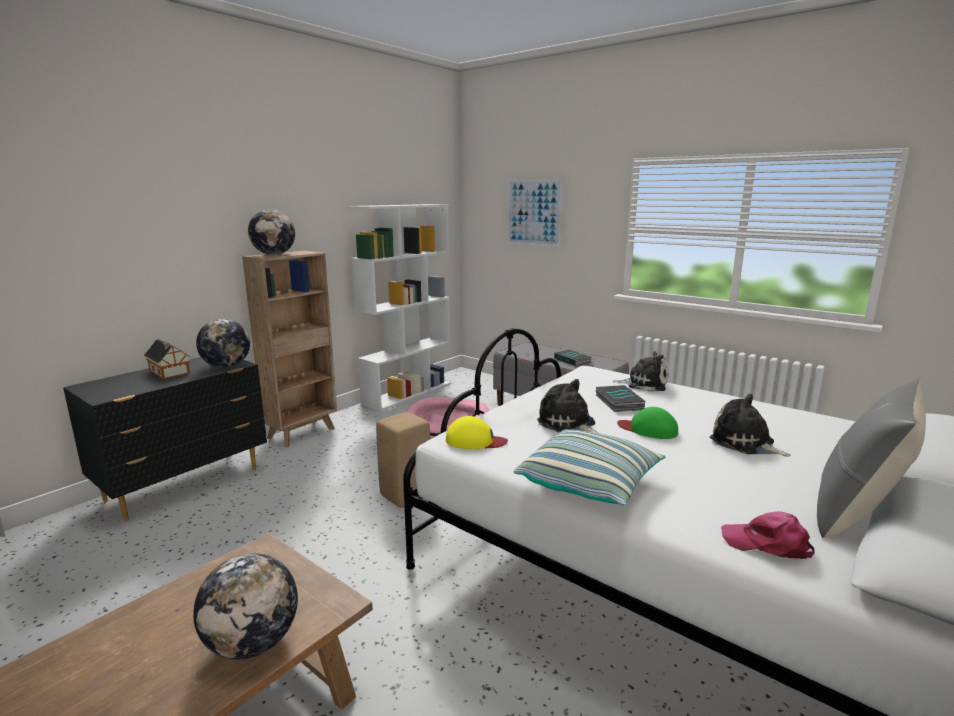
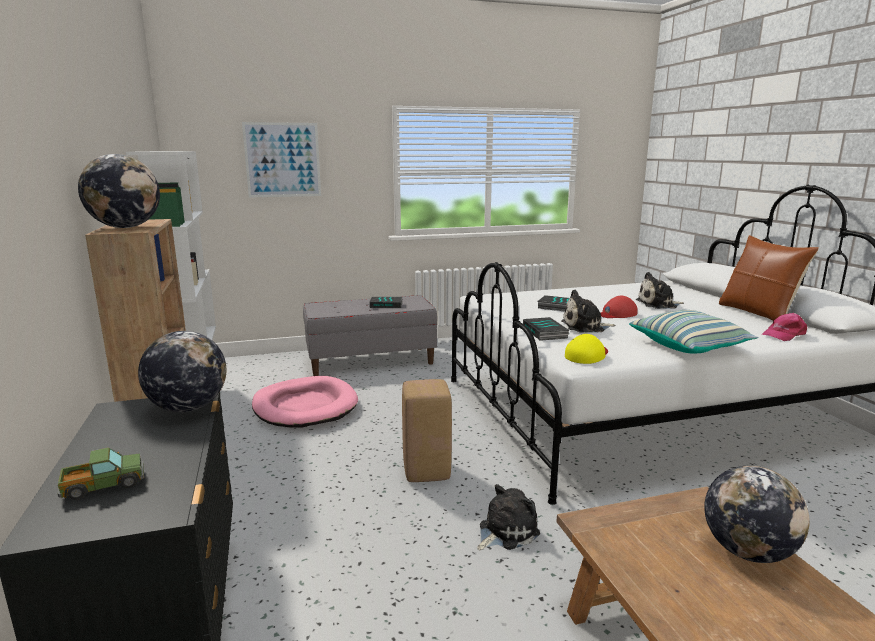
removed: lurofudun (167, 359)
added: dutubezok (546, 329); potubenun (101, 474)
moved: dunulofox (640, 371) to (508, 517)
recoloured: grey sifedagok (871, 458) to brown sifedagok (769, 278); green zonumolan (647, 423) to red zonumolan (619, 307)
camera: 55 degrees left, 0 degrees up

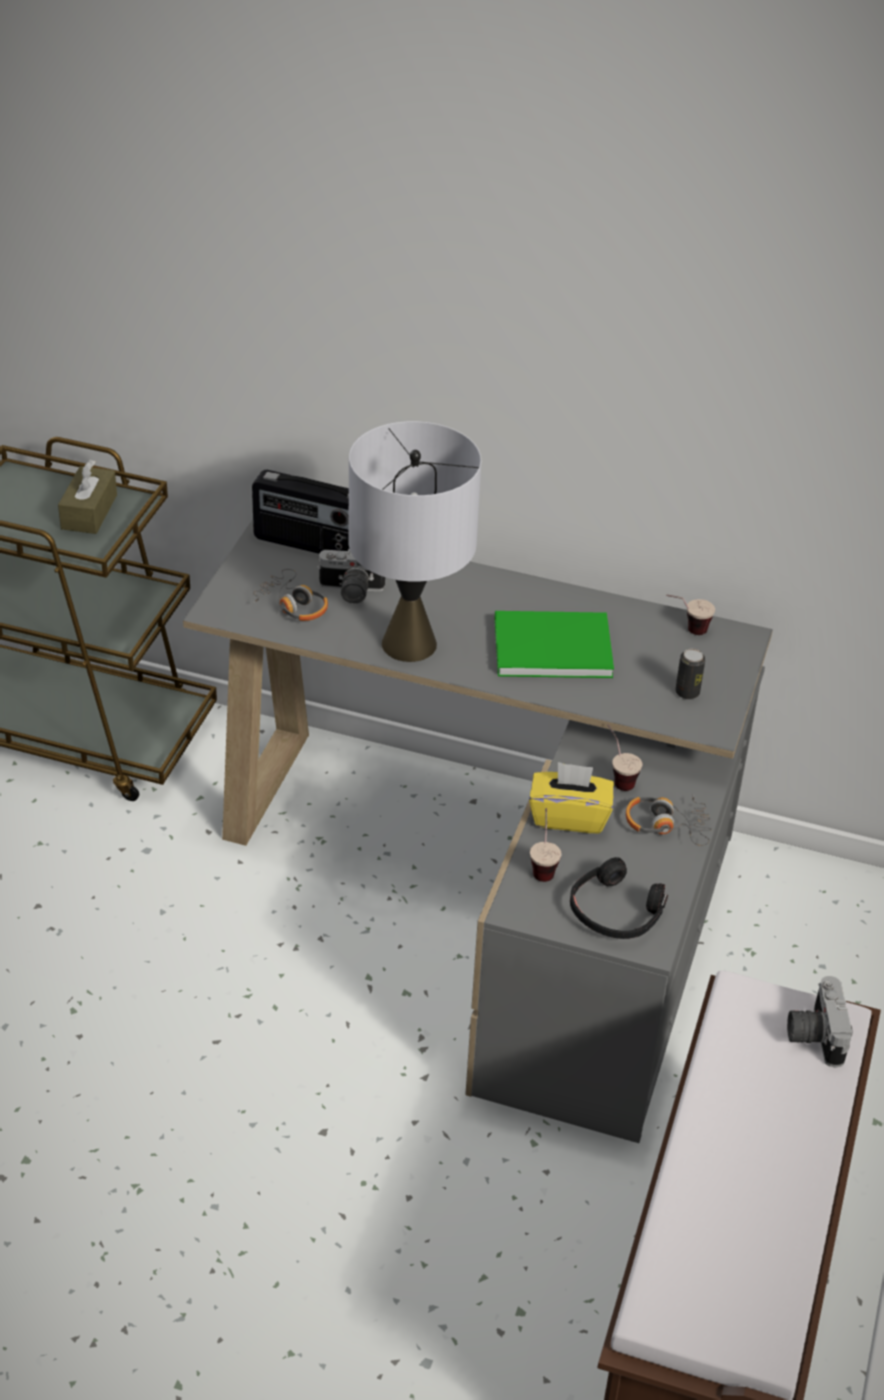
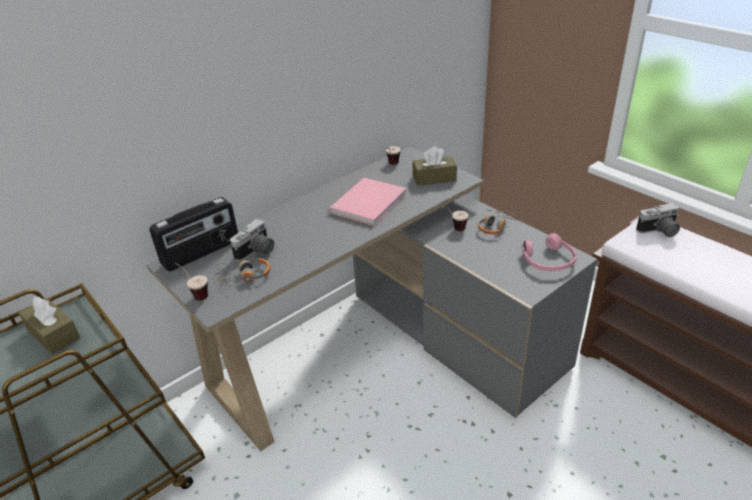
removed: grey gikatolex (415, 541); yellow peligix (571, 797)
moved: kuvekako (546, 845) to (191, 282)
replaced: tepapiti (690, 674) to brown peligix (435, 166)
recoloured: green dutubezok (554, 644) to pink dutubezok (368, 202); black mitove (619, 898) to pink mitove (549, 252)
turned: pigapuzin (819, 1021) = (658, 220) 45 degrees counterclockwise
camera: 55 degrees left, 5 degrees down

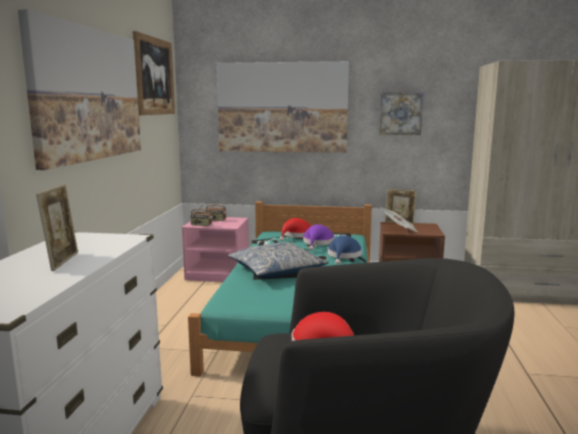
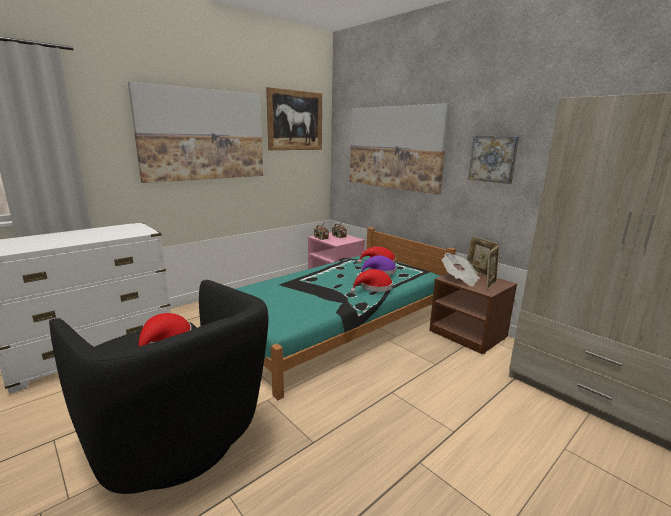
removed: sifedagok (278, 260)
moved: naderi (57, 227) to (492, 268)
recoloured: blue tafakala (344, 249) to red tafakala (372, 281)
camera: 40 degrees right, 5 degrees up

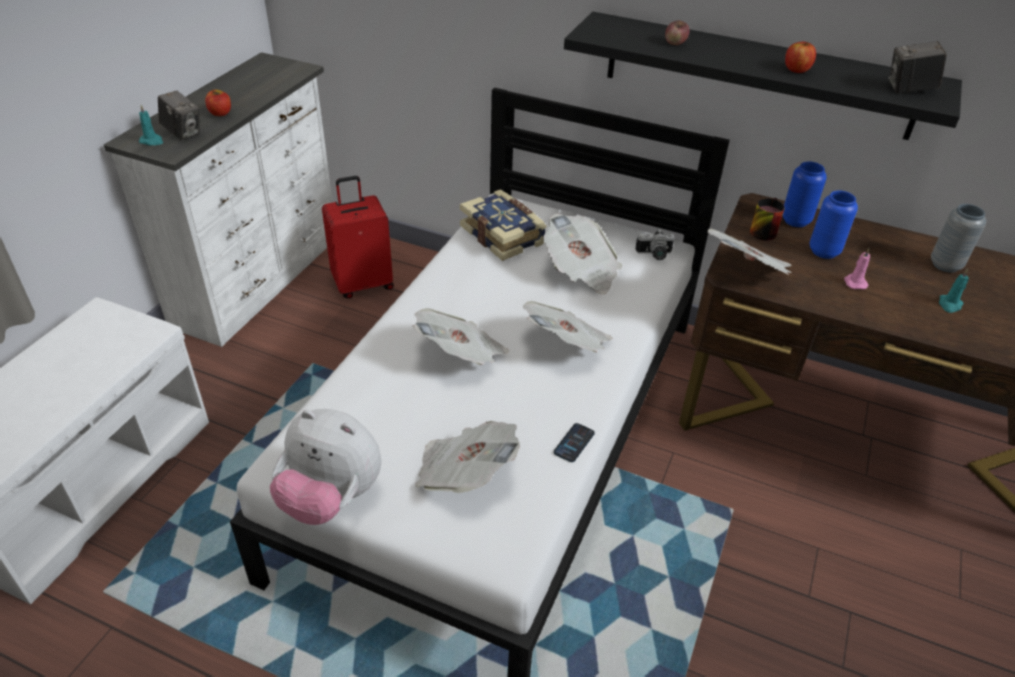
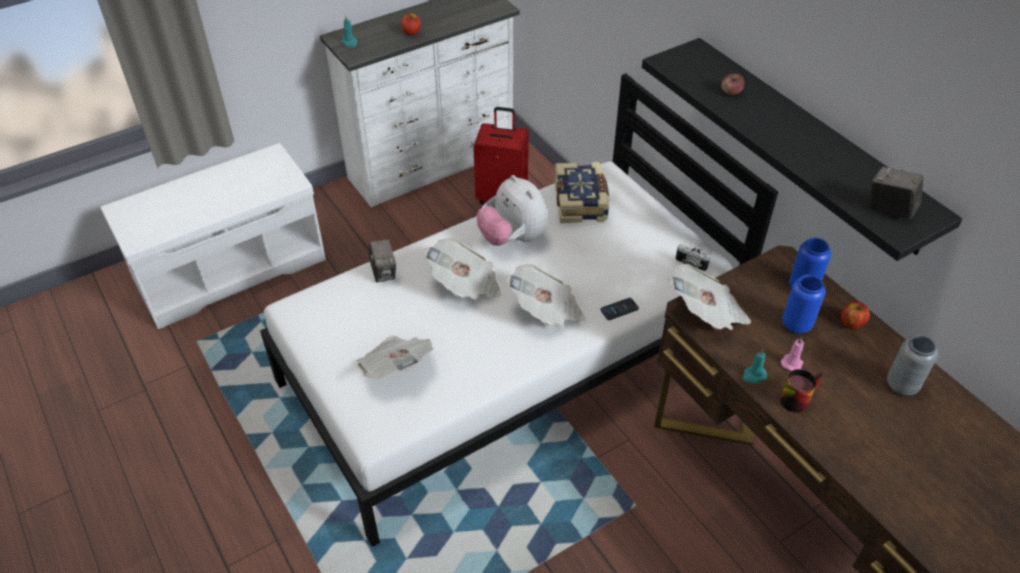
removed: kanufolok (582, 253)
moved: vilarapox (800, 57) to (855, 315); pigapuzin (179, 115) to (382, 260); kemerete (767, 219) to (801, 391); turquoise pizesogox (954, 291) to (754, 366); dunulofox (325, 467) to (512, 210); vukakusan (574, 442) to (619, 309)
camera: 35 degrees right, 5 degrees up

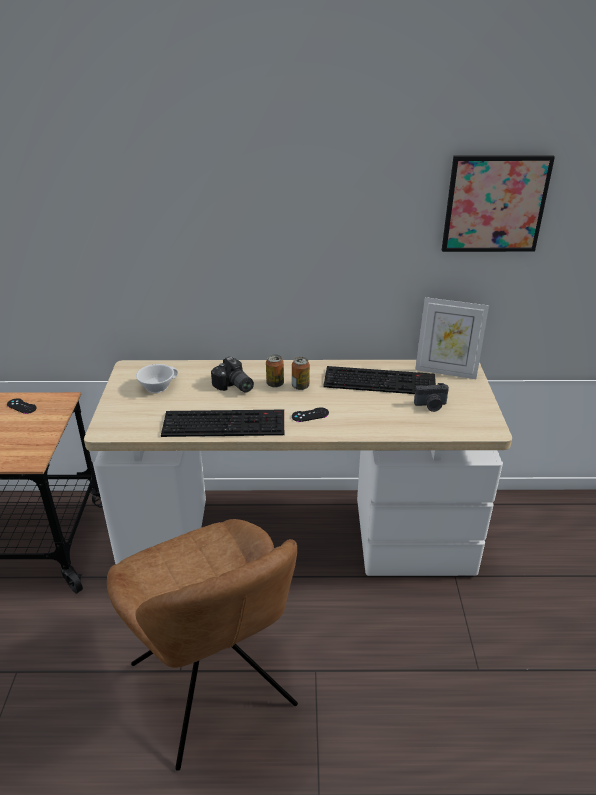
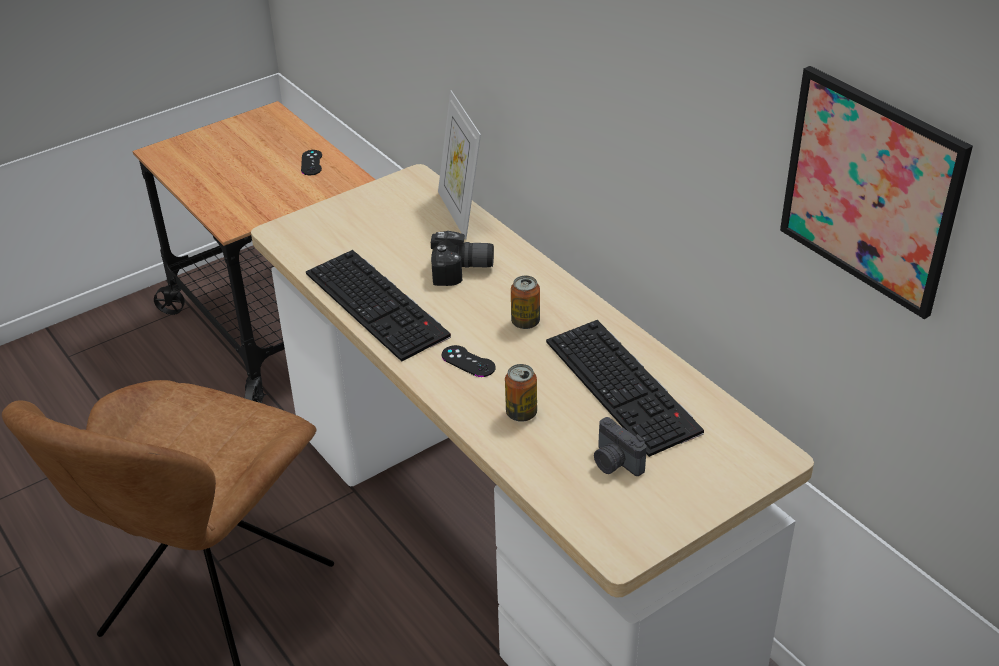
removed: white kuvekako (157, 378)
moved: naderi (452, 338) to (459, 165); tepapiti (275, 371) to (521, 393)
turned: pigapuzin (232, 374) = (462, 258) 105 degrees counterclockwise
camera: 55 degrees right, 5 degrees up

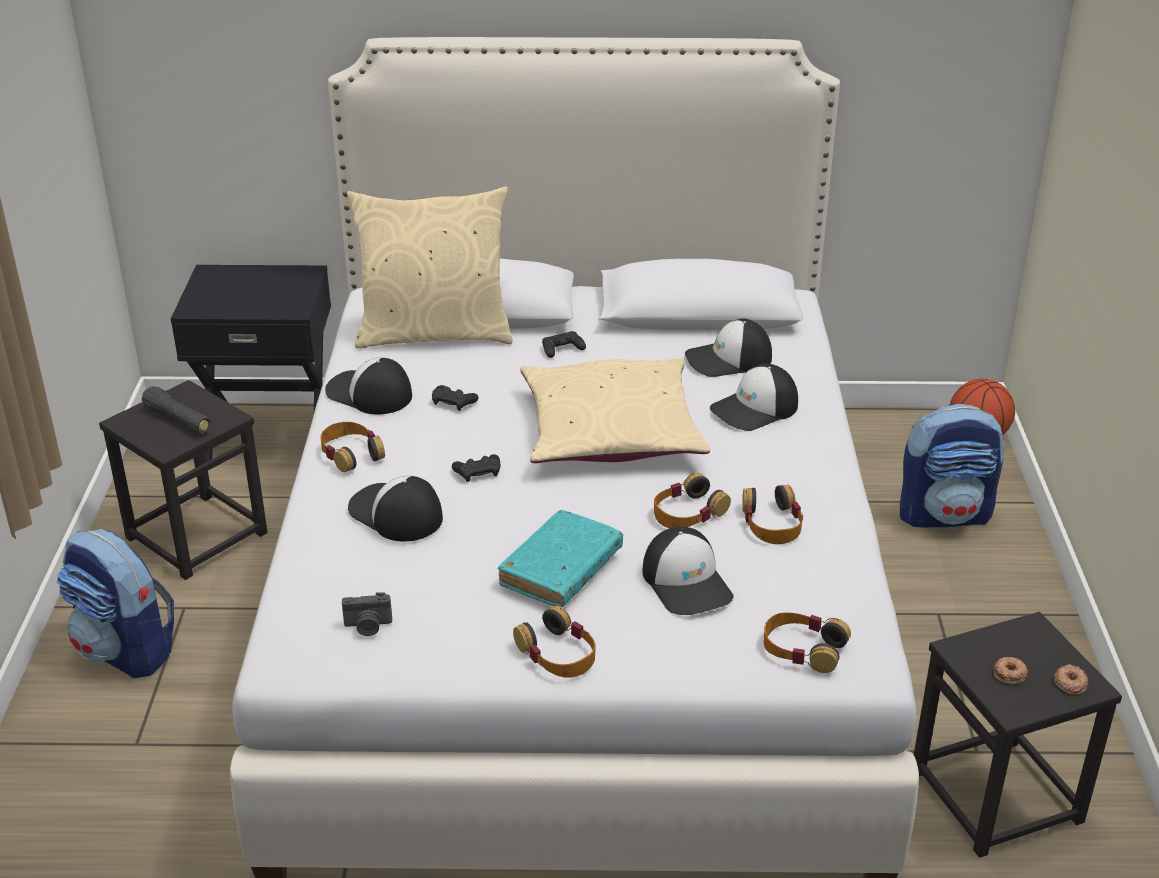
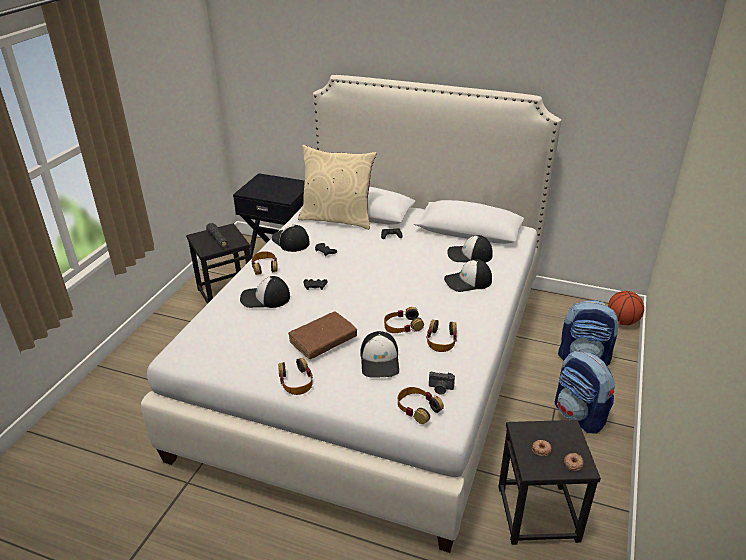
removed: beige sifedagok (615, 410)
moved: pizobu (115, 603) to (585, 392); pigapuzin (367, 614) to (442, 383)
recoloured: turquoise dutubezok (560, 558) to brown dutubezok (322, 335)
turned: zonumolan (395, 508) = (265, 292) 60 degrees counterclockwise
camera: 20 degrees right, 0 degrees up

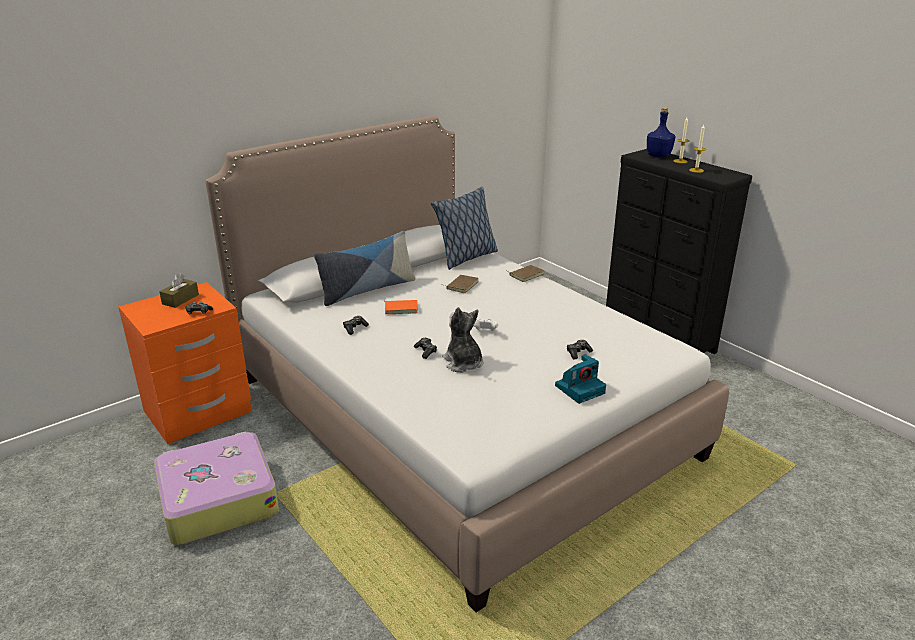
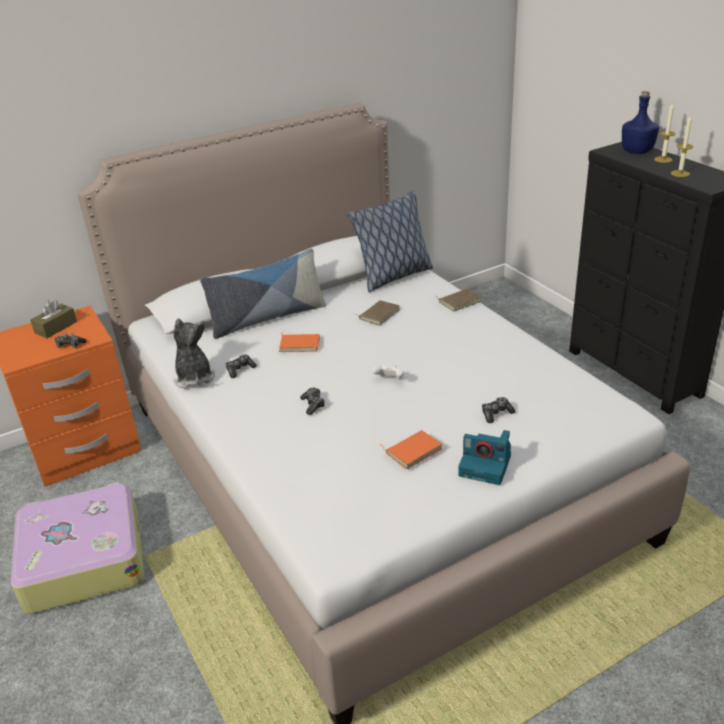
added: orange dutubezok (411, 449)
moved: dunulofox (463, 340) to (194, 353)
turned: pigapuzin (580, 379) = (484, 457) 45 degrees clockwise
camera: 10 degrees right, 5 degrees up

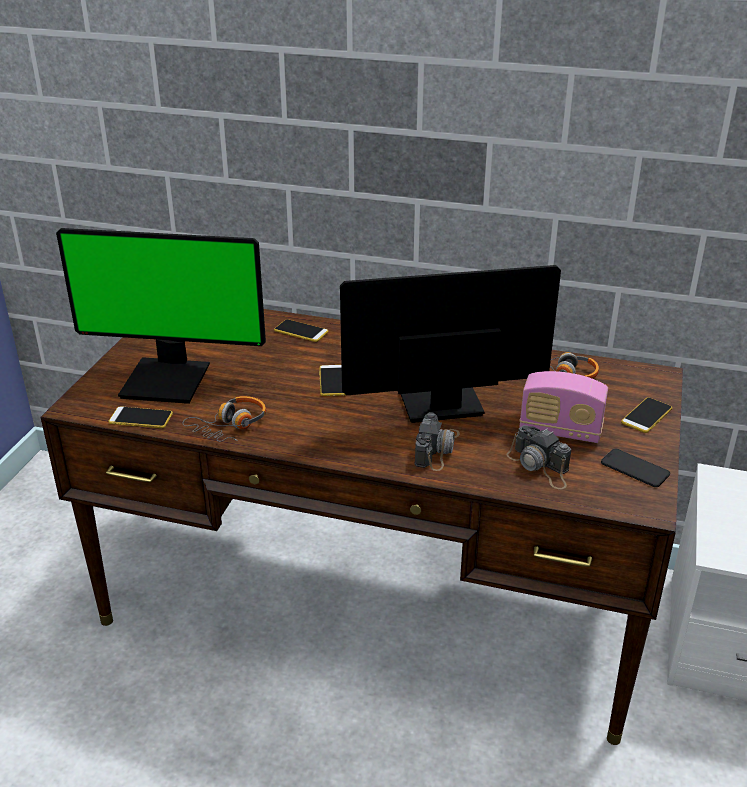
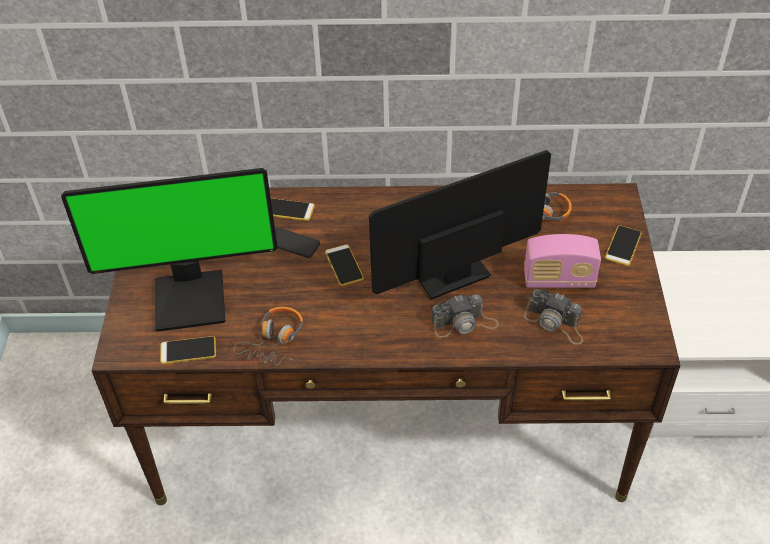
moved: vukakusan (635, 468) to (297, 243)
turned: pigapuzin (437, 441) = (465, 315) 75 degrees clockwise
camera: 15 degrees left, 15 degrees up

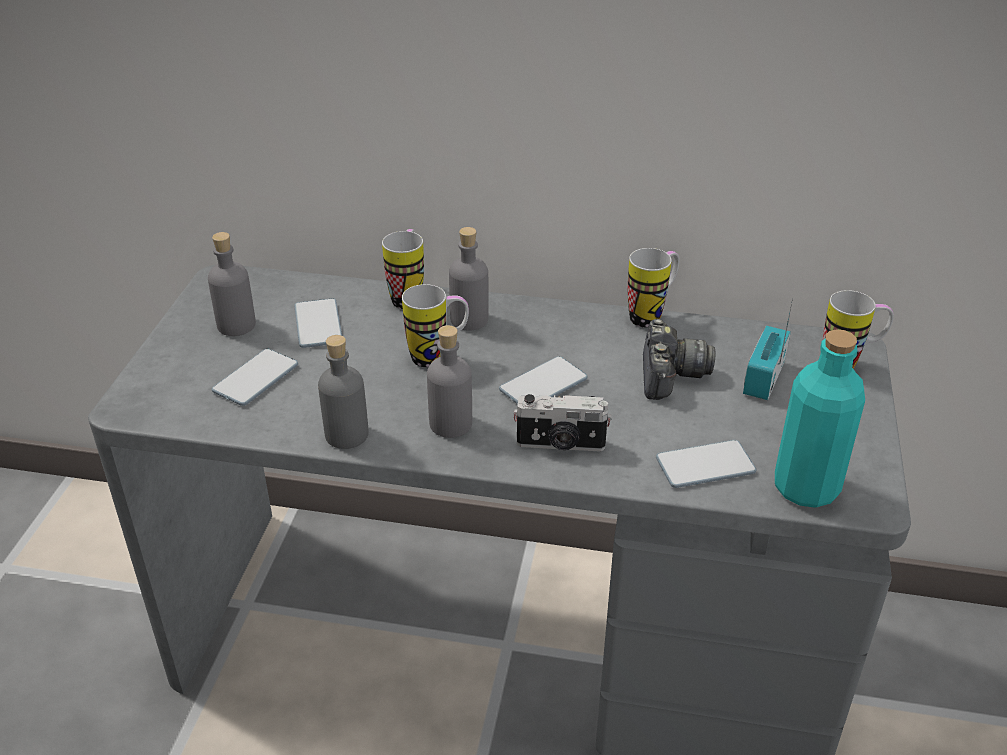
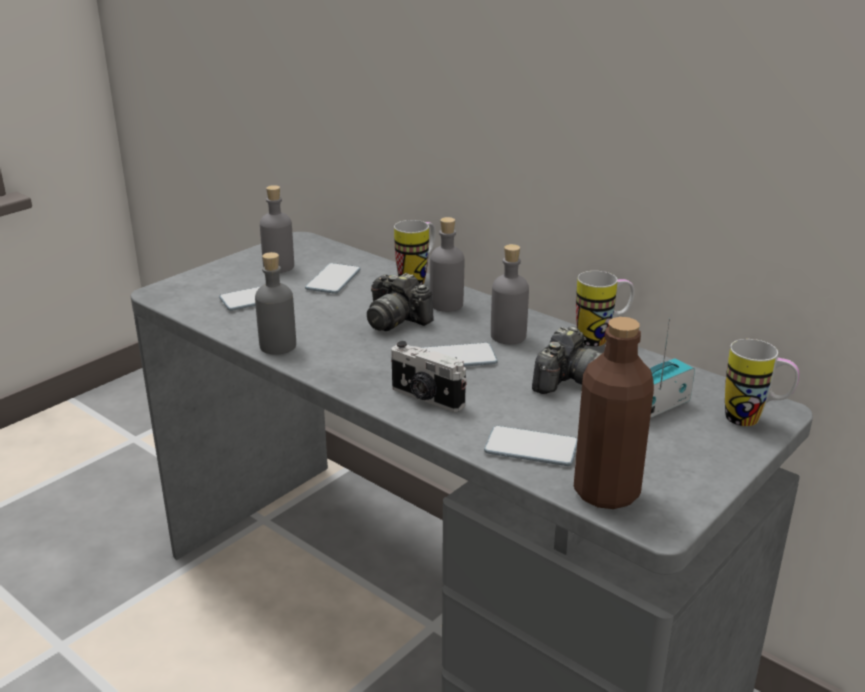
moved: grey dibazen (449, 381) to (510, 294)
replaced: kemerete (435, 325) to pigapuzin (400, 302)
recoloured: turquoise dibazen (820, 418) to brown dibazen (614, 413)
camera: 30 degrees right, 10 degrees down

